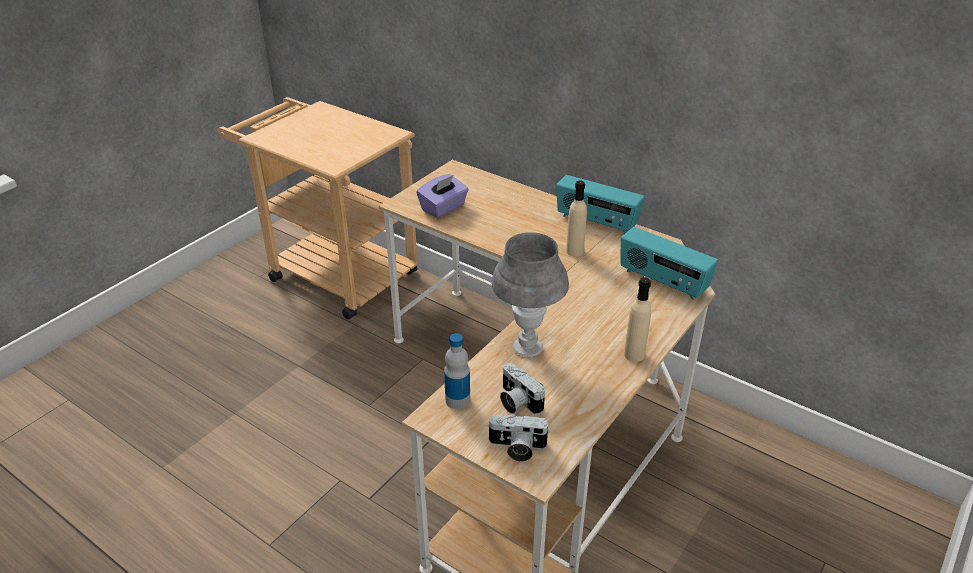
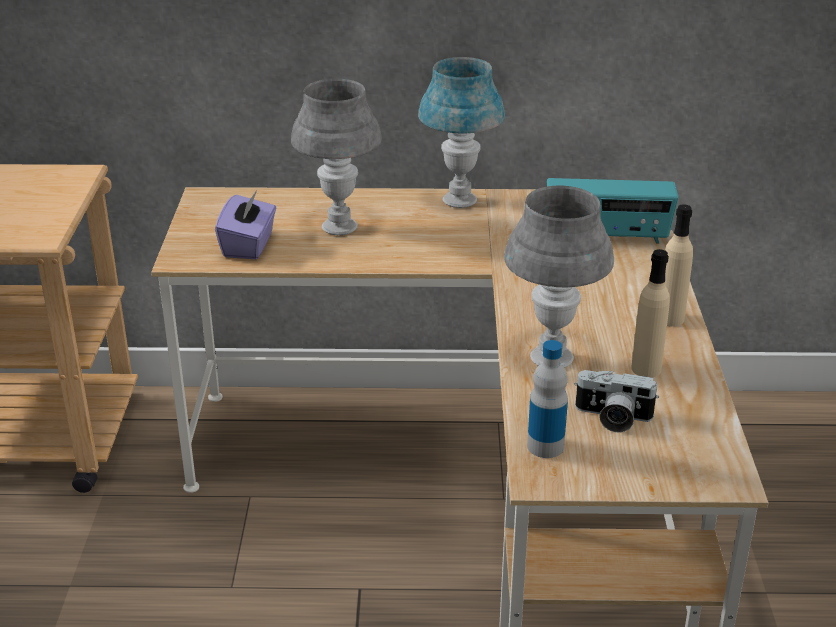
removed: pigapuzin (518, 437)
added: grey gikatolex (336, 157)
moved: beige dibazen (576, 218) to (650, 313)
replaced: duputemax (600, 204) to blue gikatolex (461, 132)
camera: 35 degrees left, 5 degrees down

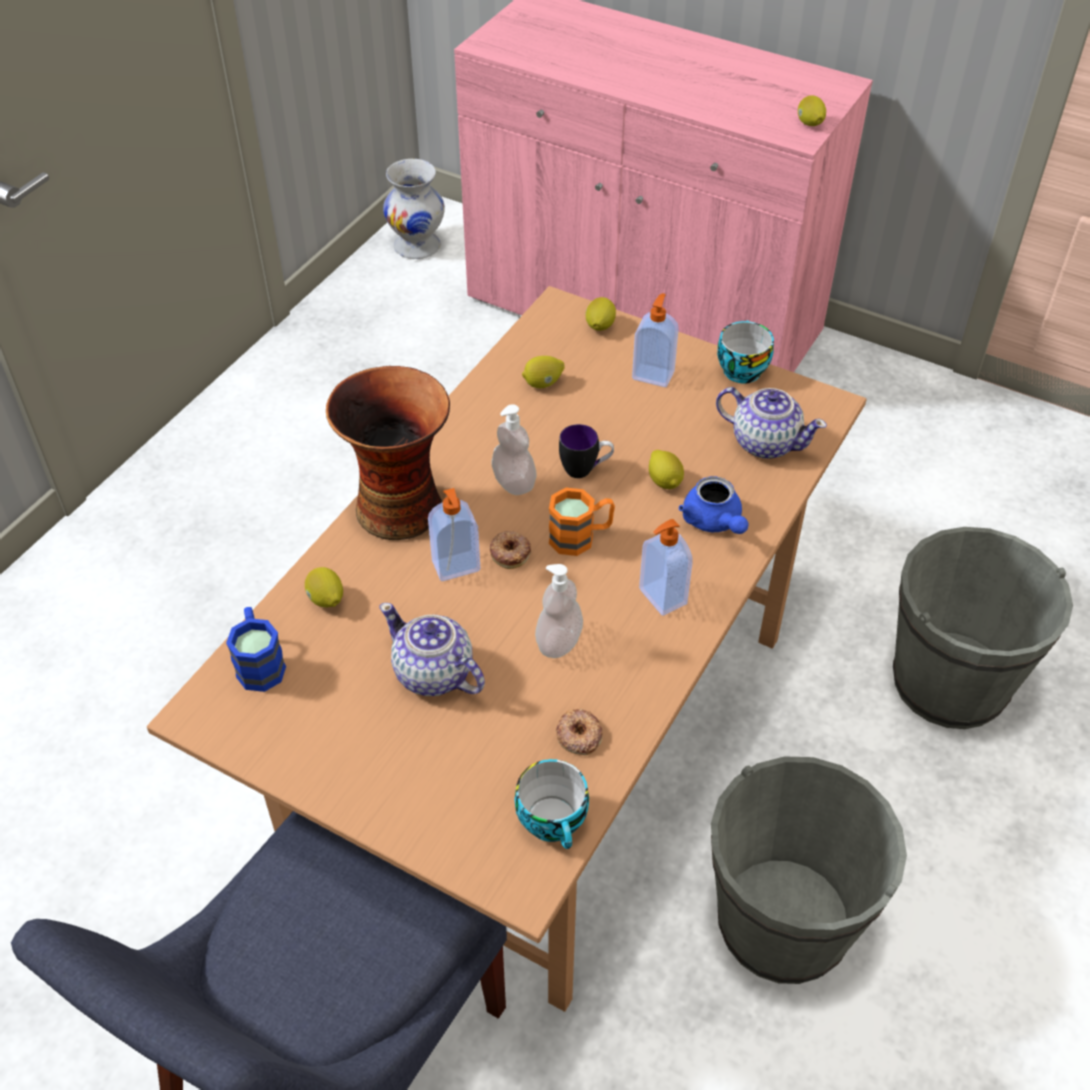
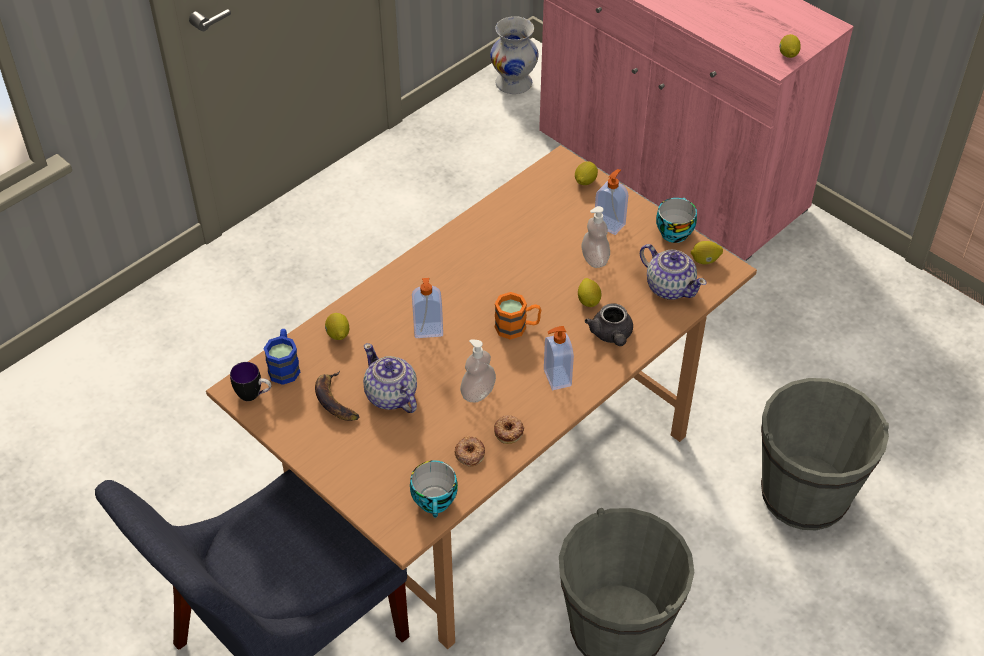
removed: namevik (388, 453)
added: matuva (337, 396)
moved: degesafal (543, 372) to (707, 252); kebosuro (514, 449) to (595, 237); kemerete (586, 451) to (250, 381); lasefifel (511, 550) to (509, 429)
recoloured: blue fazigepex (714, 505) to grey fazigepex (609, 324)
camera: 15 degrees right, 0 degrees up

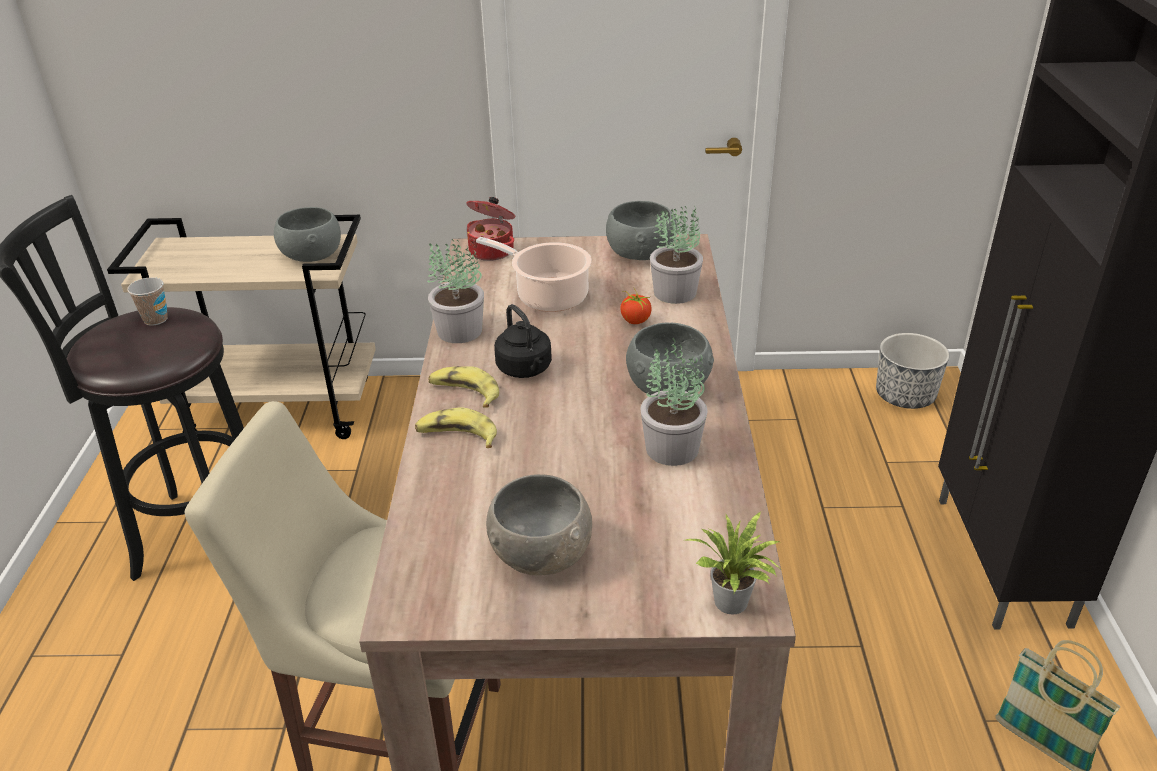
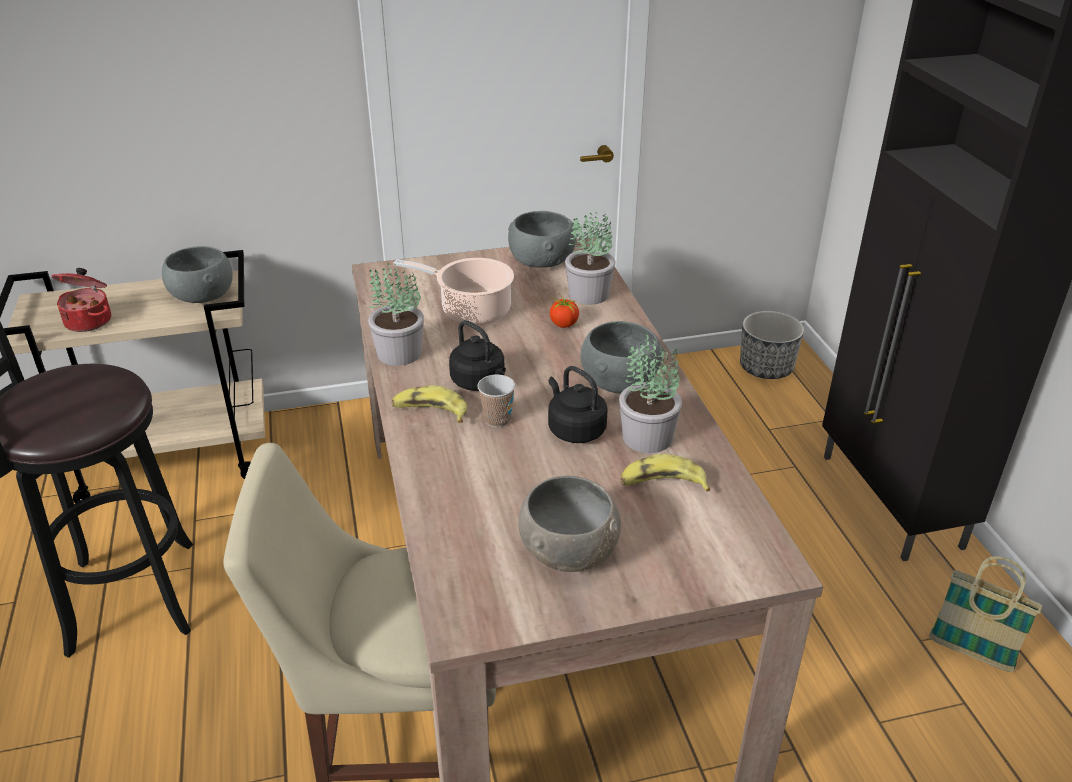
removed: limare (734, 563)
added: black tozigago (577, 404)
moved: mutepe (490, 229) to (81, 300); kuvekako (147, 301) to (496, 401); matuva (456, 427) to (665, 473)
camera: 15 degrees left, 0 degrees up

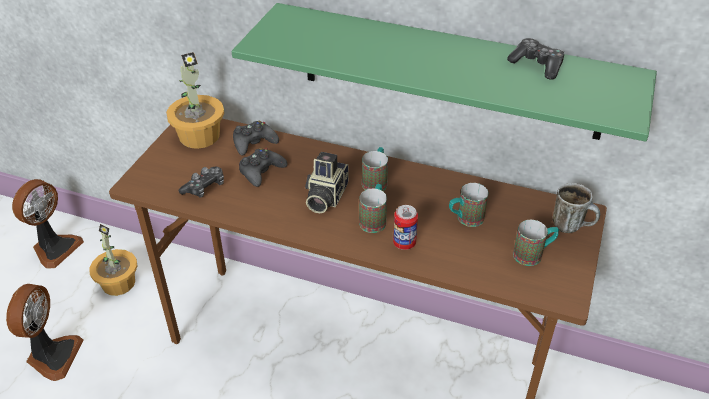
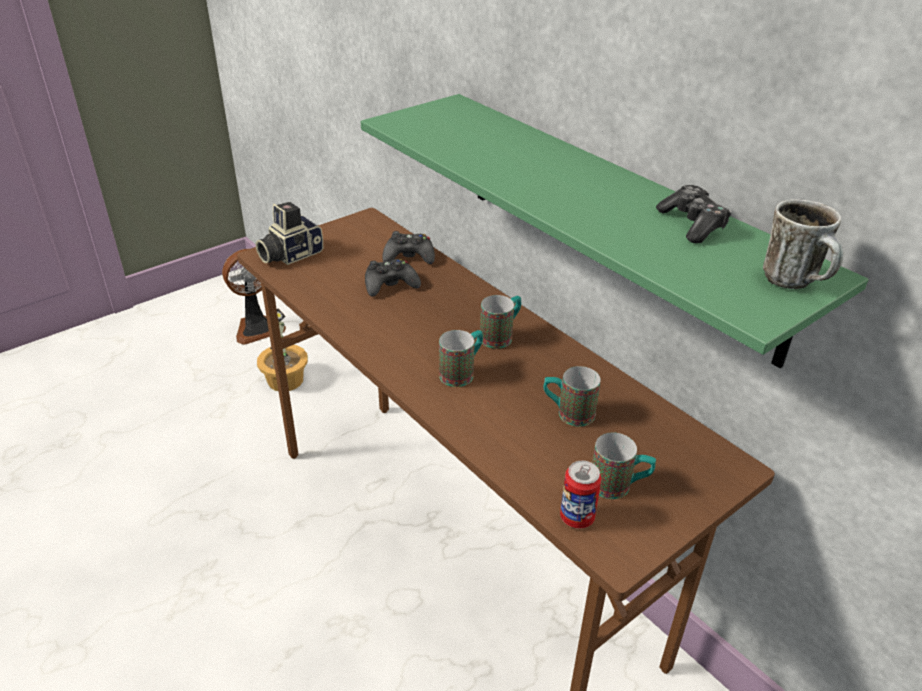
removed: limare (195, 100); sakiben (201, 182); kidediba (45, 332)
moved: pigapuzin (327, 182) to (289, 233); kemerete (576, 208) to (803, 244); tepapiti (405, 227) to (581, 495)
camera: 30 degrees right, 5 degrees down

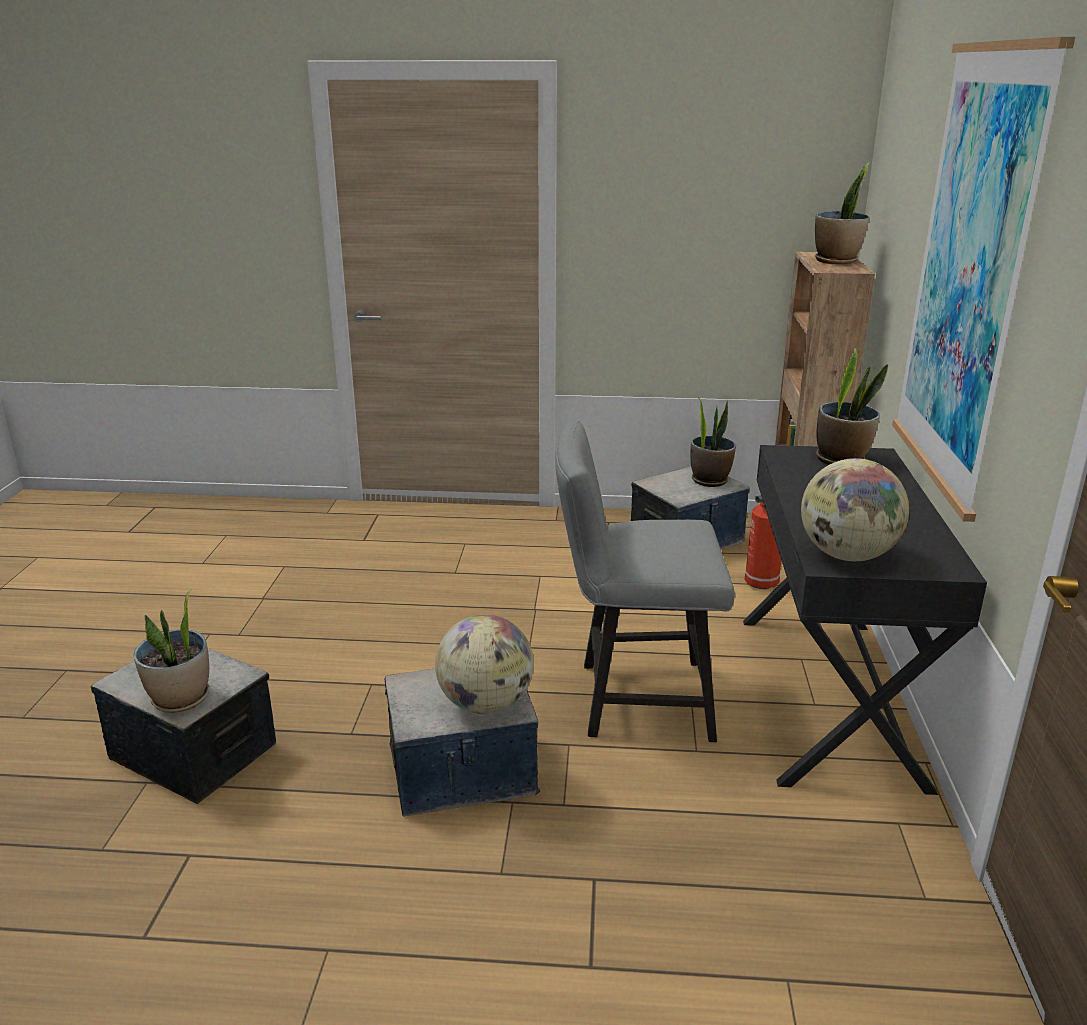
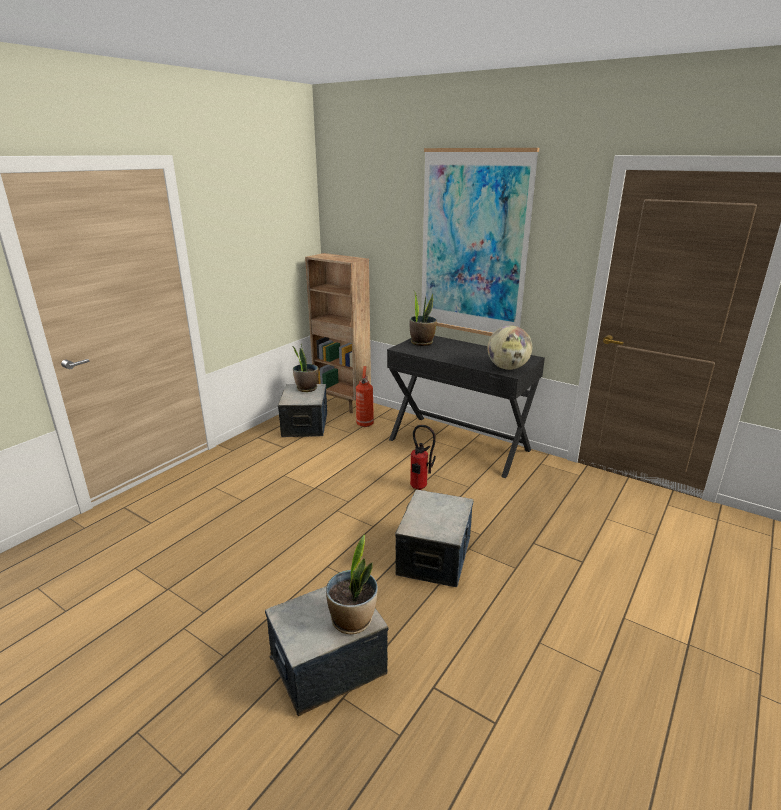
removed: limare (842, 213); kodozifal (484, 664)
replaced: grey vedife (645, 581) to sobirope (423, 457)
camera: 60 degrees left, 0 degrees up

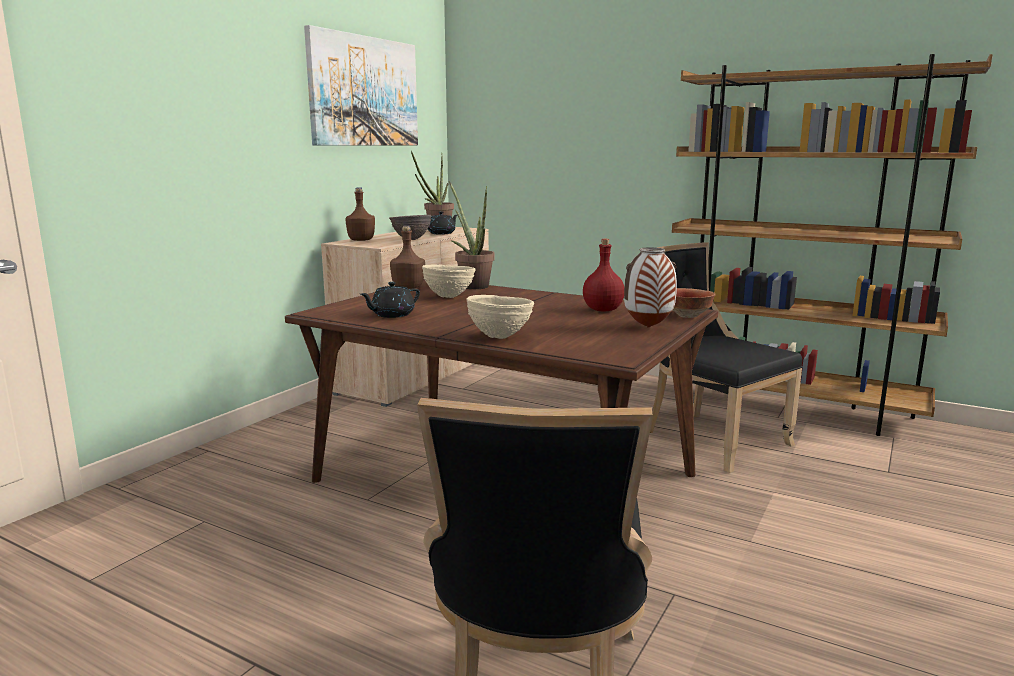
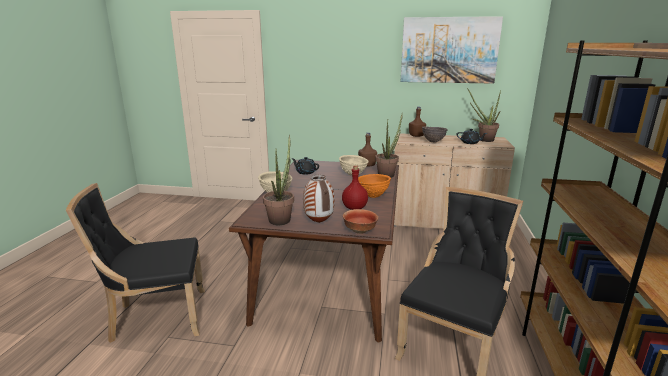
added: limare (278, 180); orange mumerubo (374, 186)
camera: 70 degrees right, 5 degrees up

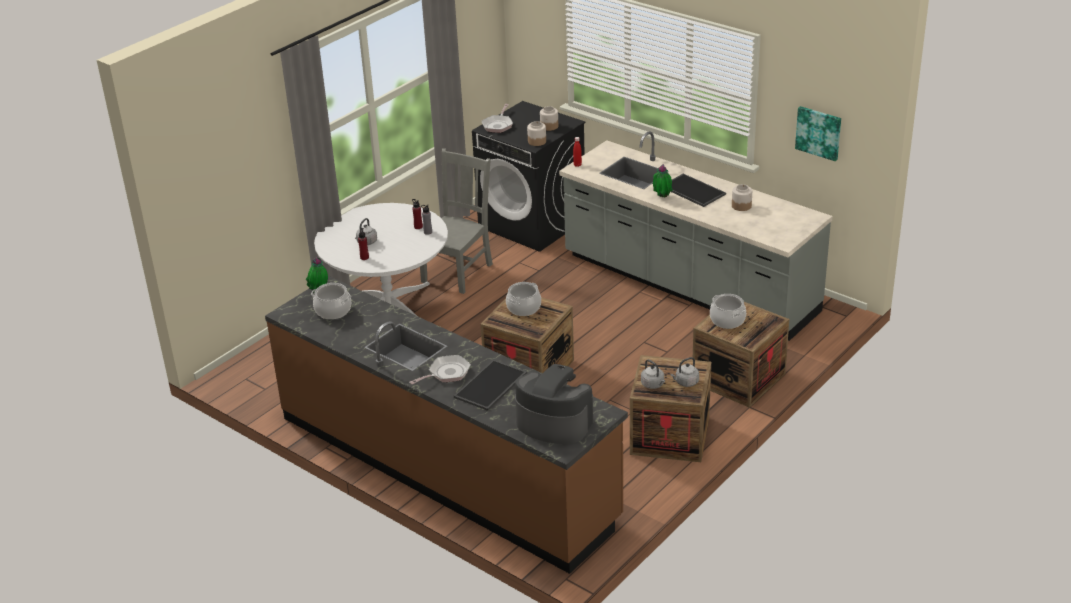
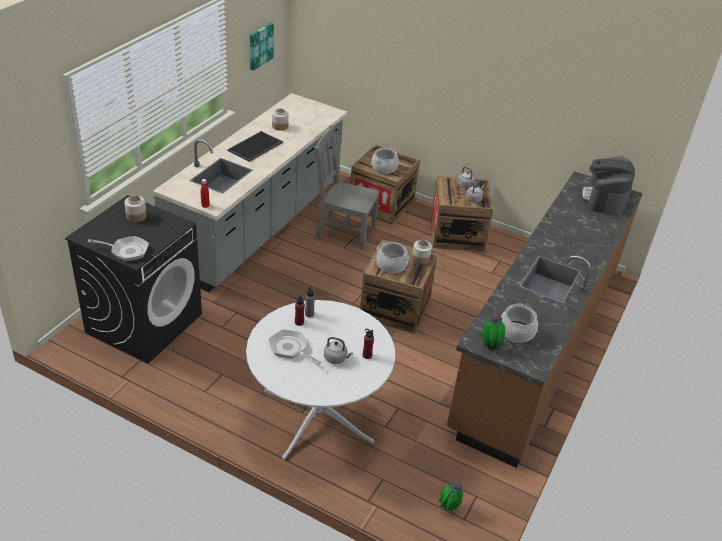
removed: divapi (490, 385)
moved: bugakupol (536, 133) to (422, 252); grey vedife (456, 221) to (347, 187); limare (662, 181) to (451, 496); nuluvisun (440, 370) to (295, 347)
camera: 105 degrees left, 5 degrees up

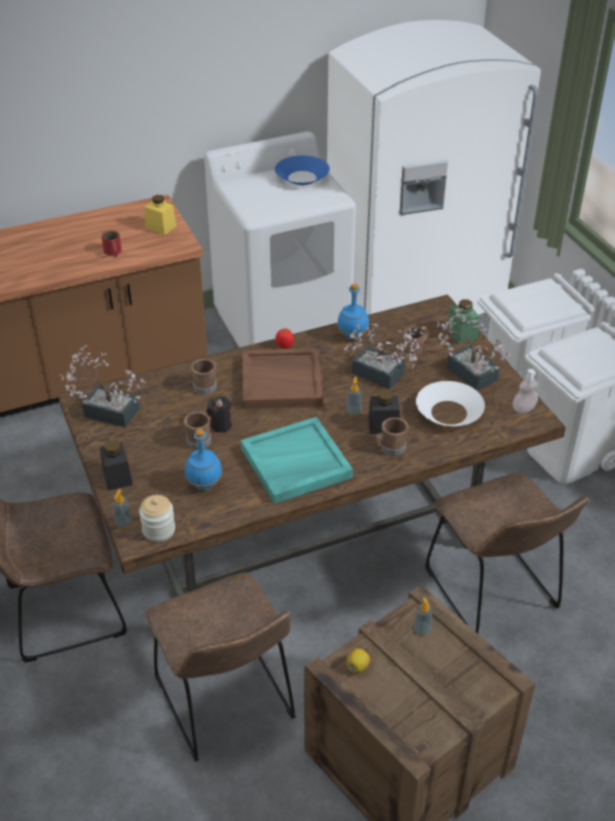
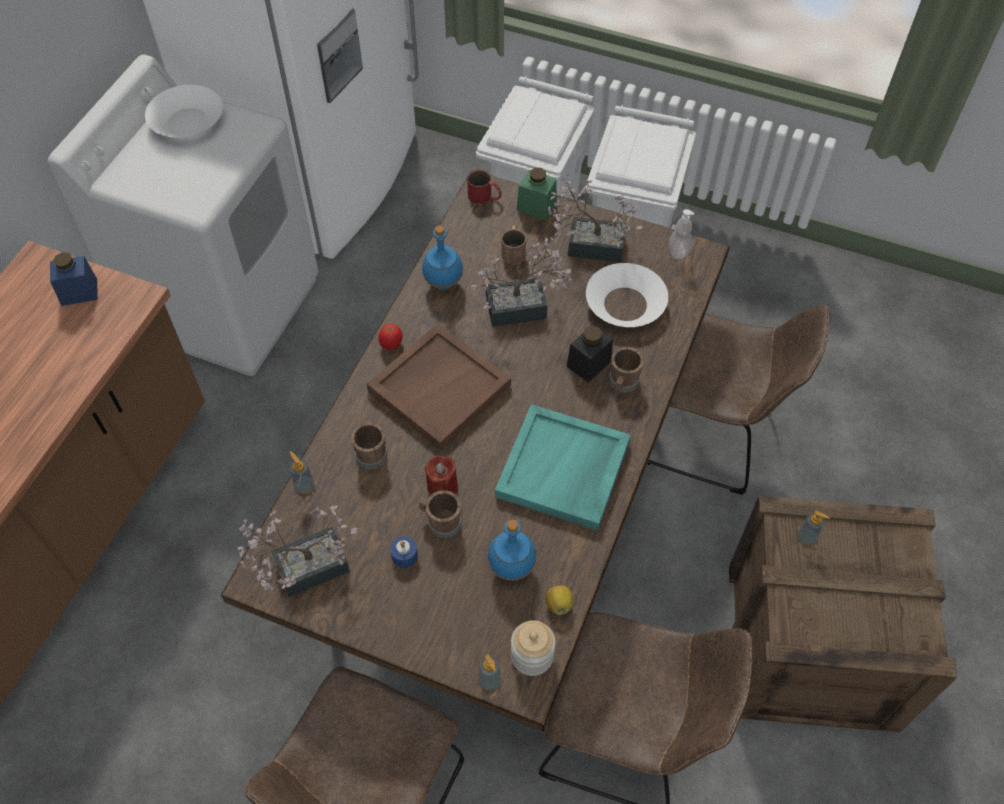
removed: black bugakupol (116, 465)
added: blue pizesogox (404, 552)
moved: red kemerete (111, 244) to (484, 187); kebosuro (354, 396) to (302, 472); degesafal (358, 660) to (559, 600)
recoloured: blue mumerubo (302, 170) to white mumerubo (184, 111); yellow bugakupol (160, 215) to blue bugakupol (74, 279); black pizesogox (219, 414) to red pizesogox (441, 475)
camera: 45 degrees left, 15 degrees up

